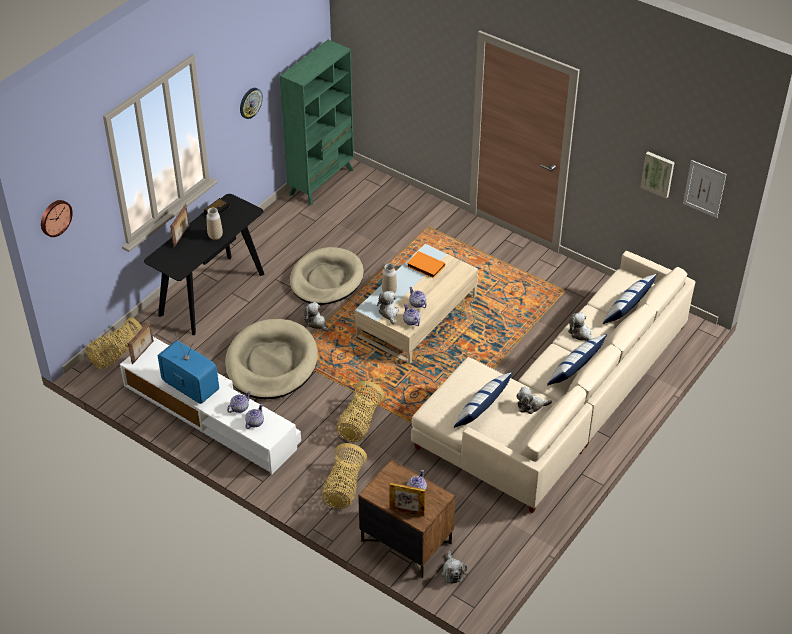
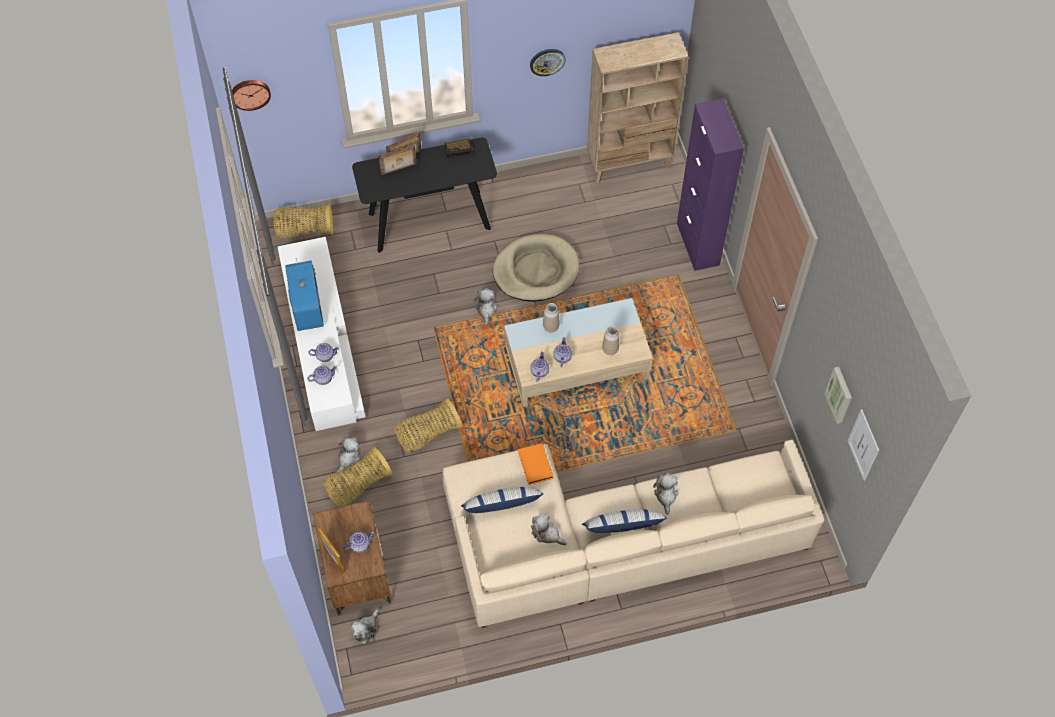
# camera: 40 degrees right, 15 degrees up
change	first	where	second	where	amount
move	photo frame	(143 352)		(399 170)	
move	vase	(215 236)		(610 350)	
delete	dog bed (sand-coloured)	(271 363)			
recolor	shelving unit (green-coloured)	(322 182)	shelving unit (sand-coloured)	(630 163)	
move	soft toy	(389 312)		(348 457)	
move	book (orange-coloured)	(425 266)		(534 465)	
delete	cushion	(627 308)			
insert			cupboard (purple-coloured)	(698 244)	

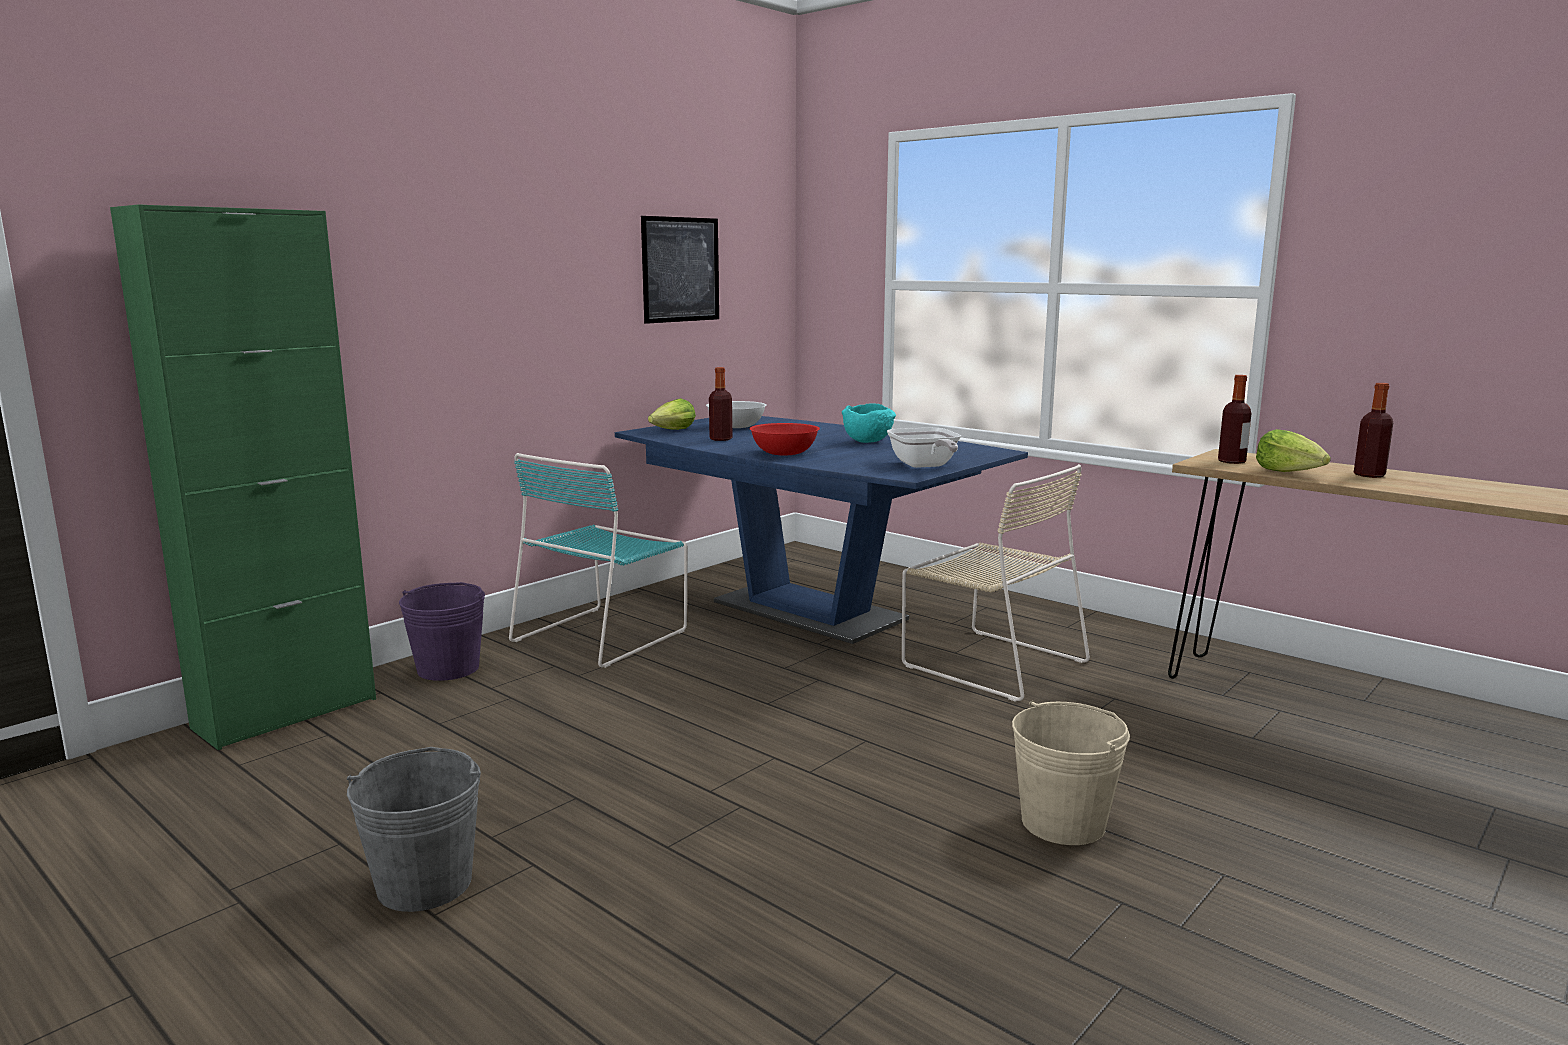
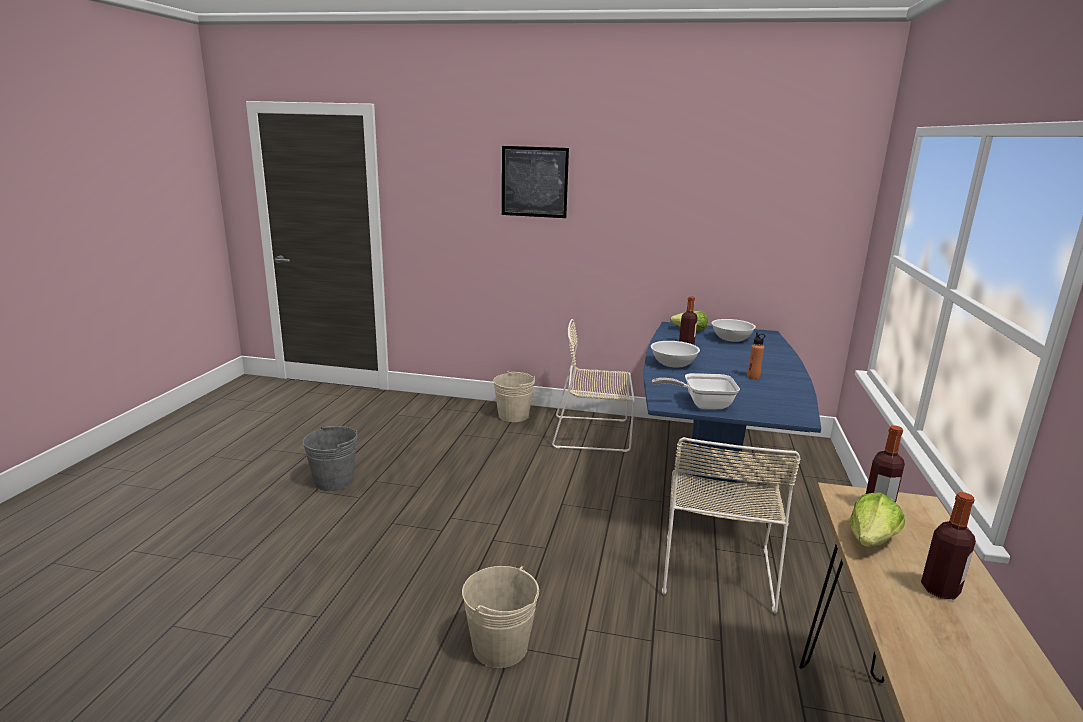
# camera: 60 degrees right, 5 degrees up
change	first	where	second	where	amount
delete	cupboard (green-coloured)	(286 713)			
recolor	bucket (purple-coloured)	(448 669)	bucket (sand-coloured)	(513 415)	
recolor	chair (turquoise-coloured)	(604 634)	chair (sand-coloured)	(594 433)	
move	wall art	(680 269)		(534 182)	
recolor	bowl (red)	(784 453)	bowl (white-coloured)	(673 364)	
replace	bowl (turquoise-coloured)	(868 442)	drink bottle (orange-coloured)	(753 377)	
rotate	skillet	(924 466)		(702 404)	45 degrees clockwise

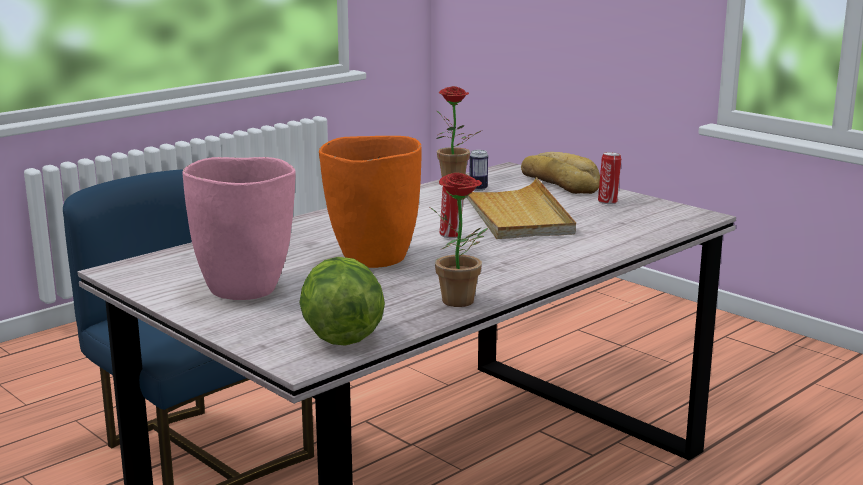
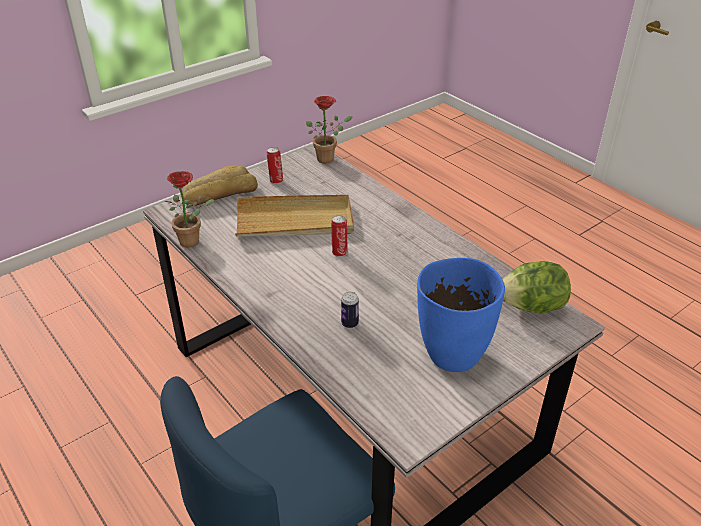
# camera: 85 degrees left, 20 degrees up
change	first	where	second	where	amount
recolor	vase (pink)	(245 289)	vase (blue)	(452 354)	
delete	vase (orange-coloured)	(372 259)			
move	potted plant	(462 303)		(328 158)	
move	sealed can	(478 189)		(350 323)	

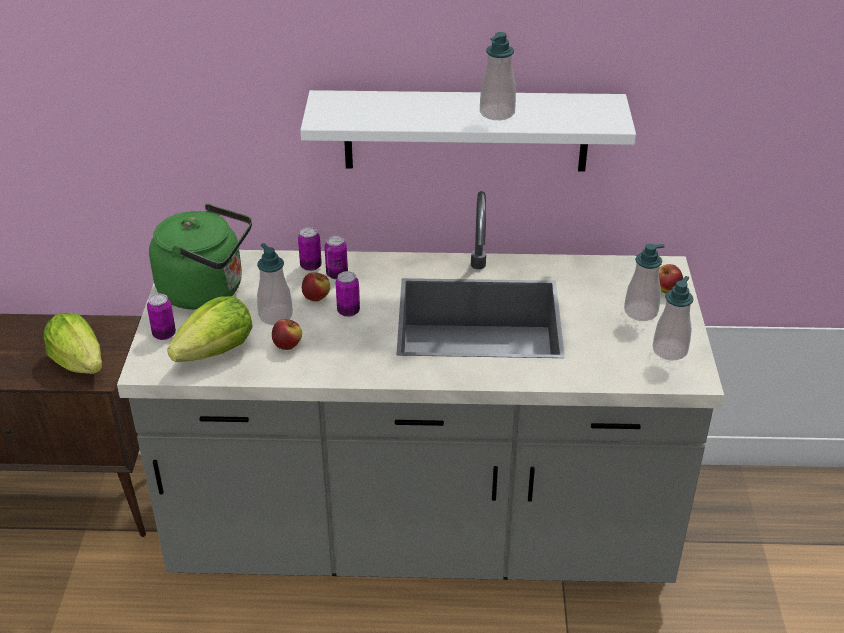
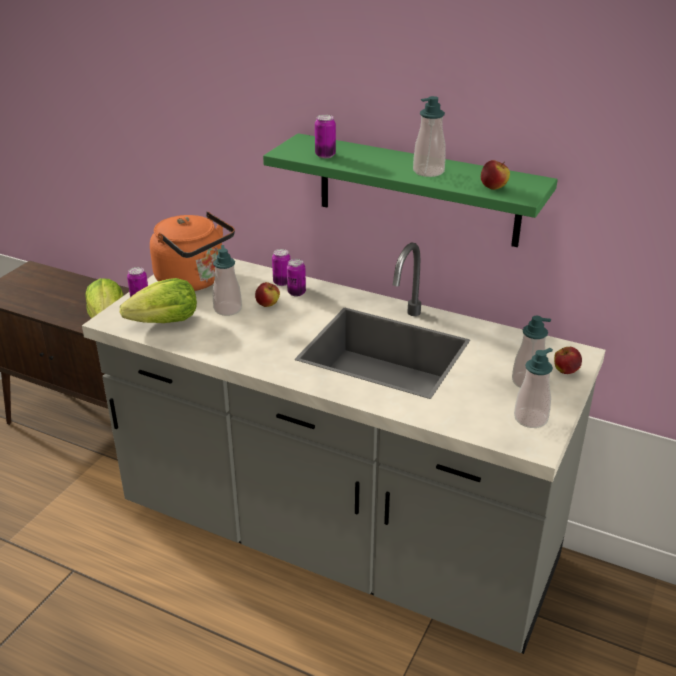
# camera: 25 degrees right, 5 degrees down
change	first	where	second	where	amount
recolor	tea kettle (green-coloured)	(207 290)	tea kettle (orange-coloured)	(194 281)	
move	apple fruit	(288 345)		(493 188)	
recolor	wall shelf (white-coloured)	(466 131)	wall shelf (green-coloured)	(417 190)	
move	sealed can	(348 311)		(325 155)	

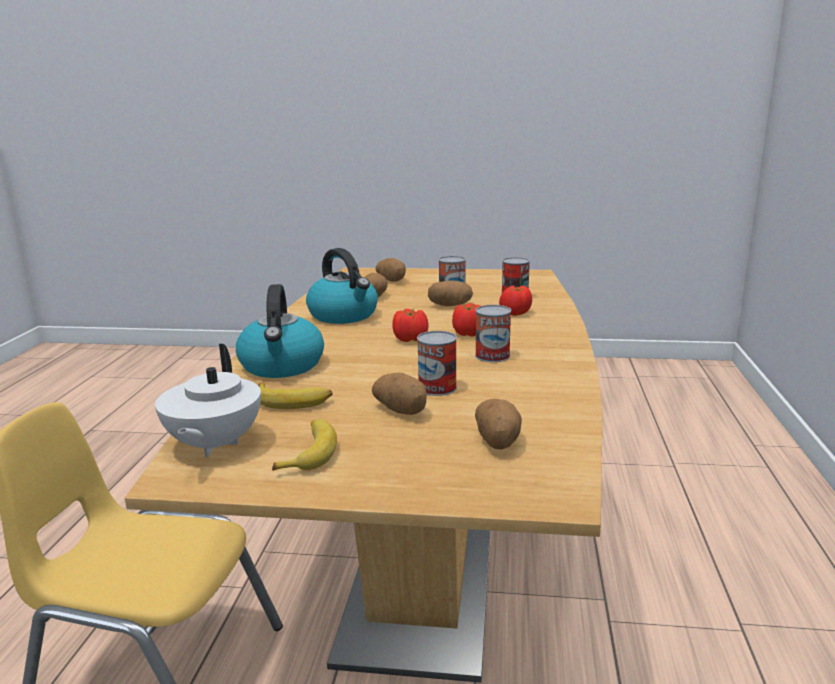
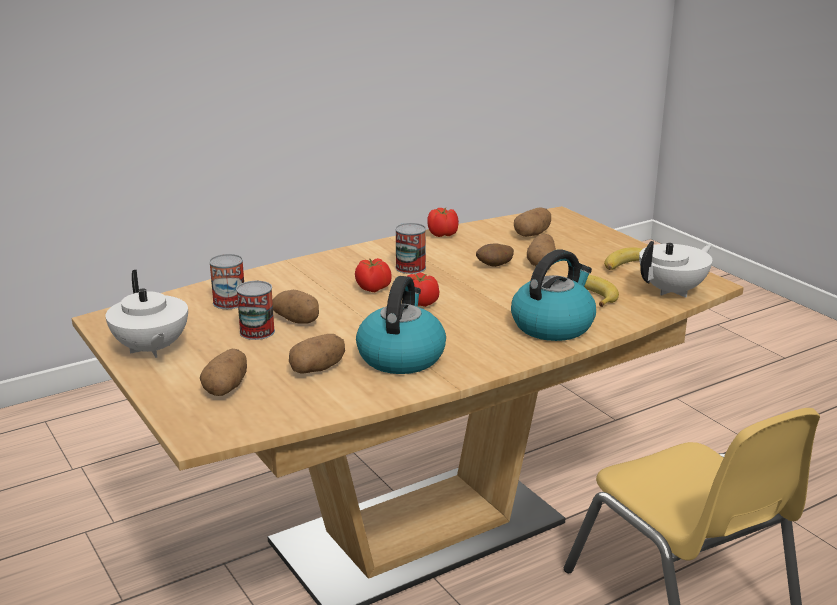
# camera: 130 degrees left, 5 degrees up
change	first	where	second	where	amount
replace	sealed can	(437 388)	whole potato	(494 266)	
move	whole tomato	(515 313)		(443 234)	
insert			teapot (white-coloured)	(151 349)	

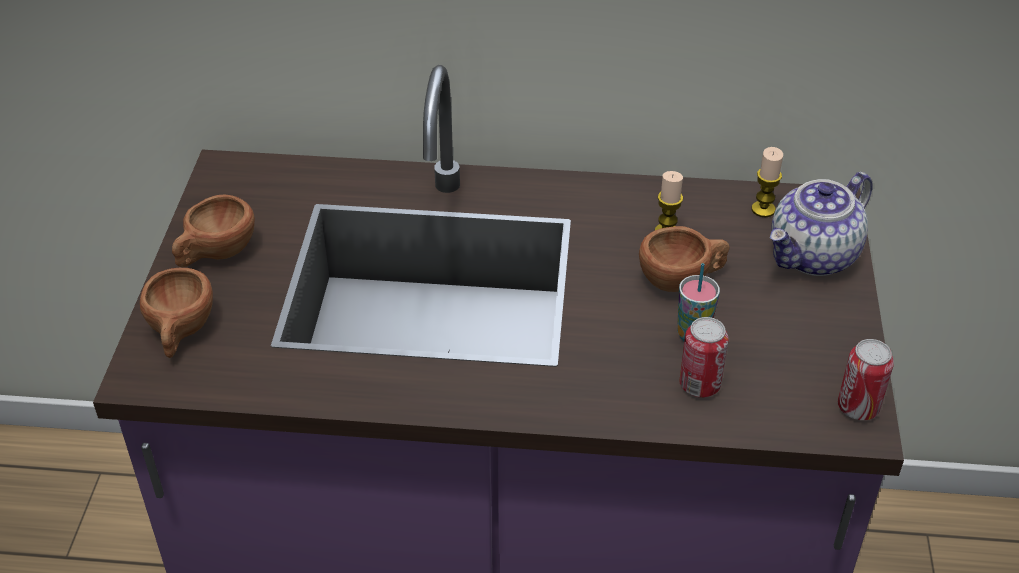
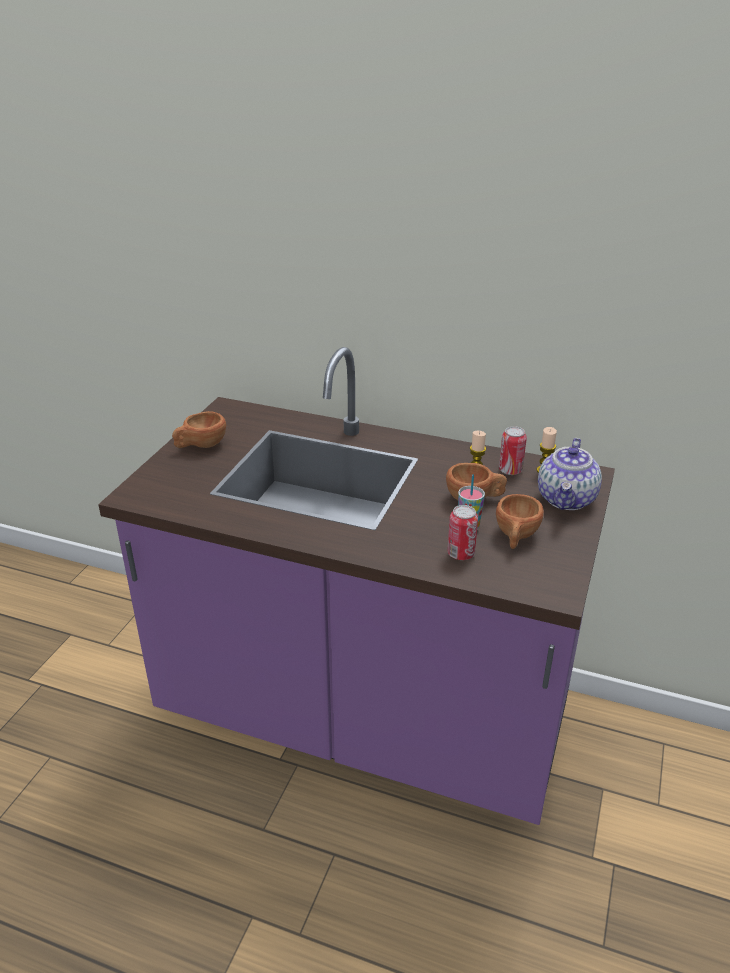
# camera: 15 degrees right, 10 degrees down
change	first	where	second	where	amount
move	cup (brown)	(181 333)		(516 537)	
rotate	teapot	(813 256)		(567 499)	45 degrees counterclockwise
move	sealed can	(858 407)		(510 470)	

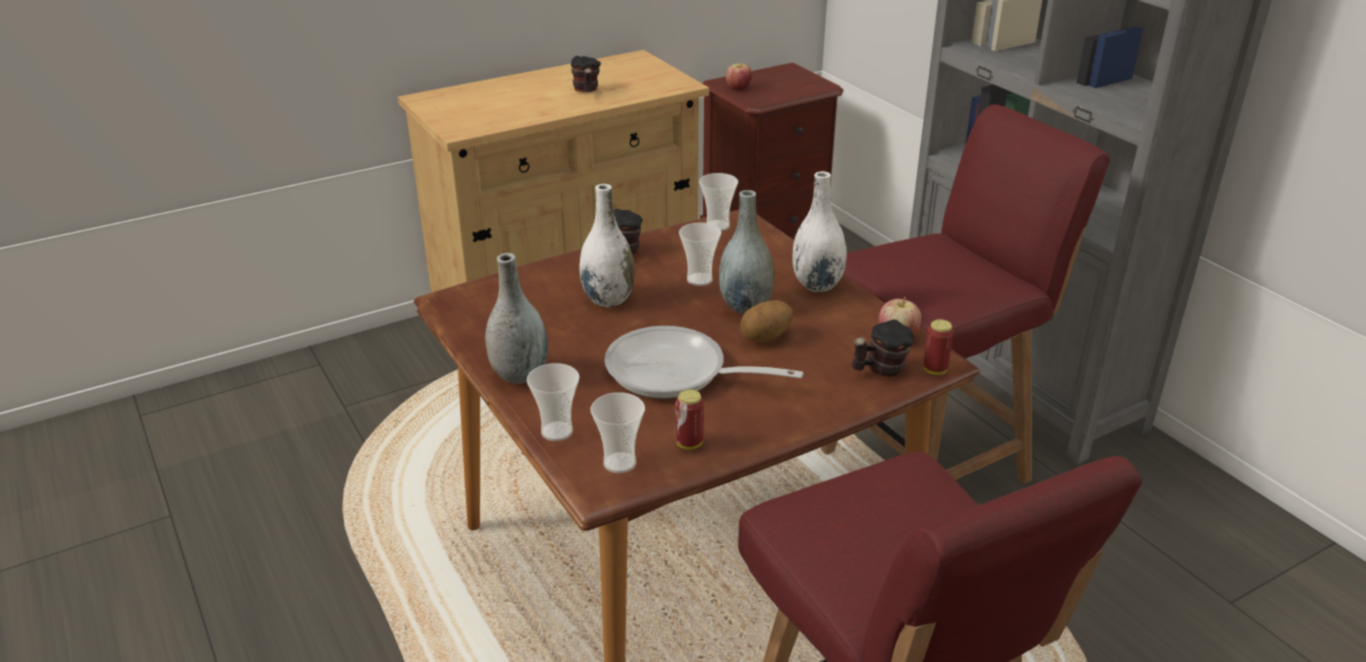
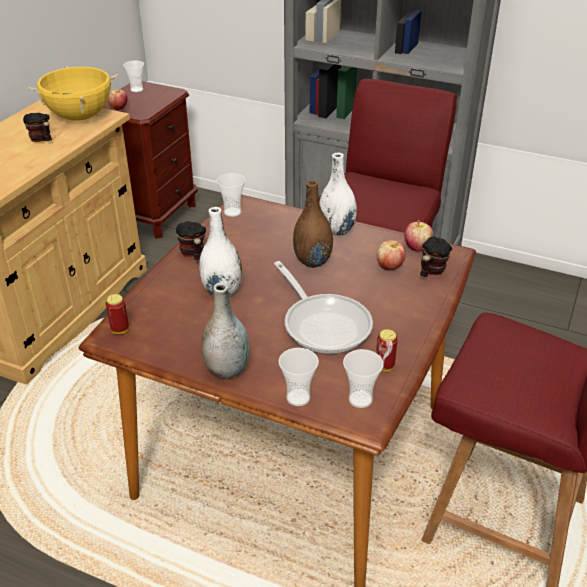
# camera: 35 degrees left, 5 degrees up
change	first	where	second	where	amount
rotate	skillet	(676 373)		(323 323)	105 degrees counterclockwise
move	cup	(699 279)		(136 89)	
recolor	vase (gray)	(745 306)	vase (brown)	(312 261)	
delete	whole potato	(766 338)			
move	sealed can	(935 370)		(120 330)	
insert			stockpot (yellow)	(80 117)	
insert			apple fruit	(389 267)	

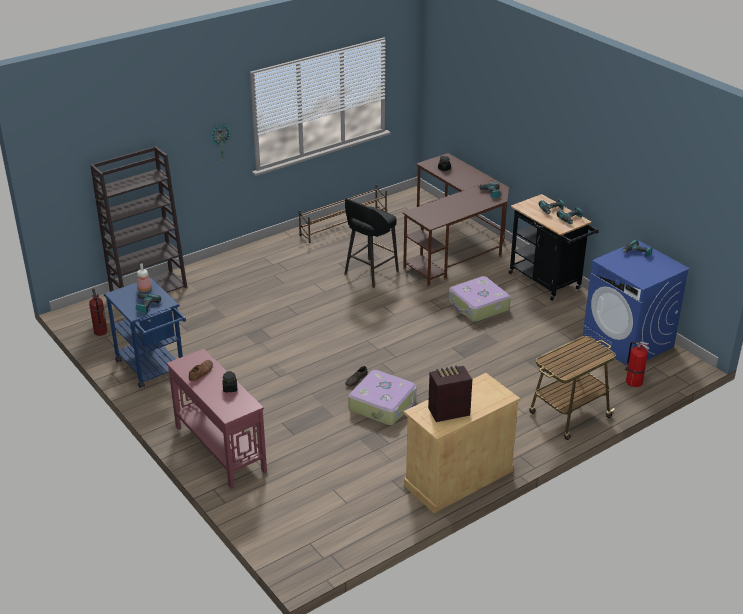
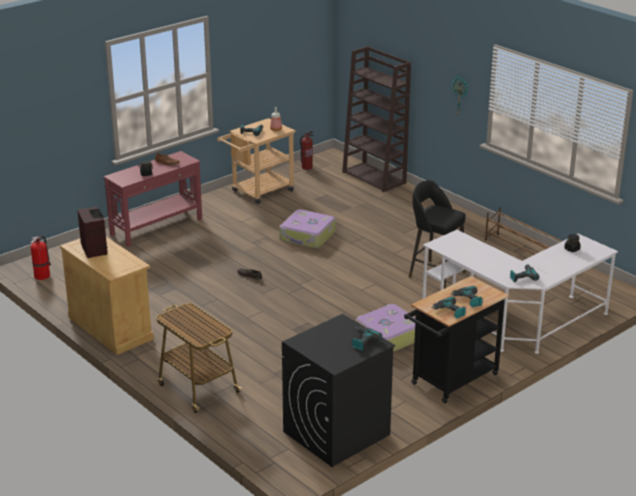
# camera: 85 degrees right, 5 degrees down
change	first	where	second	where	amount
recolor	trolley (blue)	(153 369)	trolley (sand-coloured)	(258 192)	
move	travel case	(383 405)		(307 236)	
recolor	desk table (brown)	(455 245)	desk table (white-coloured)	(515 321)	
recolor	laundry machine (blue)	(628 342)	laundry machine (black-coloured)	(336 433)	
move	extinguisher	(633 381)		(42 275)	

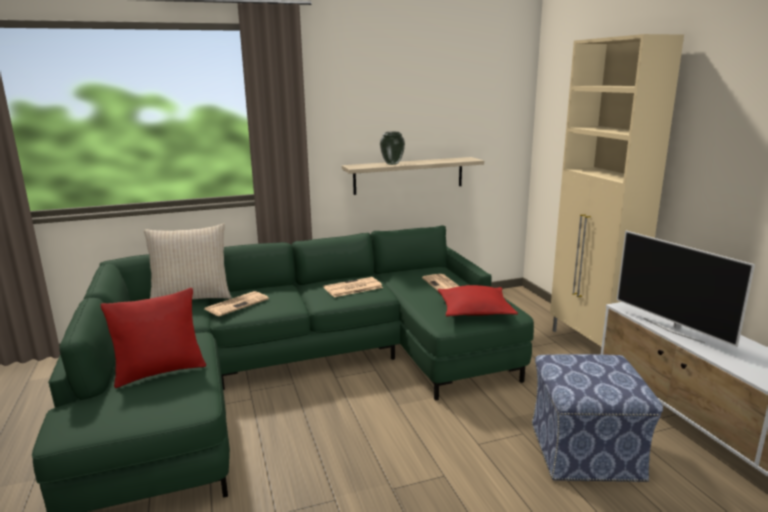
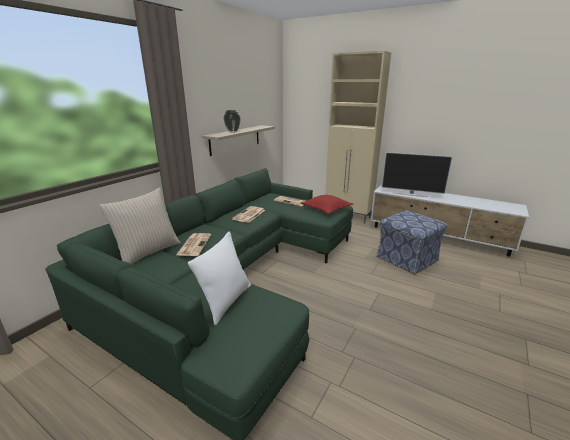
# camera: 40 degrees left, 5 degrees up
change	first	where	second	where	amount
recolor	cushion (red)	(160 371)	cushion (white-coloured)	(226 301)	

